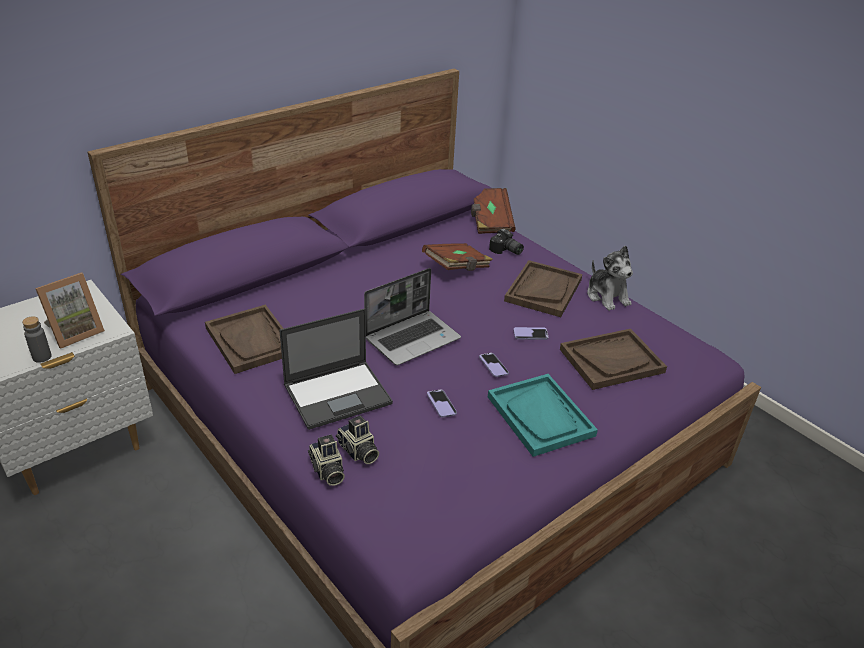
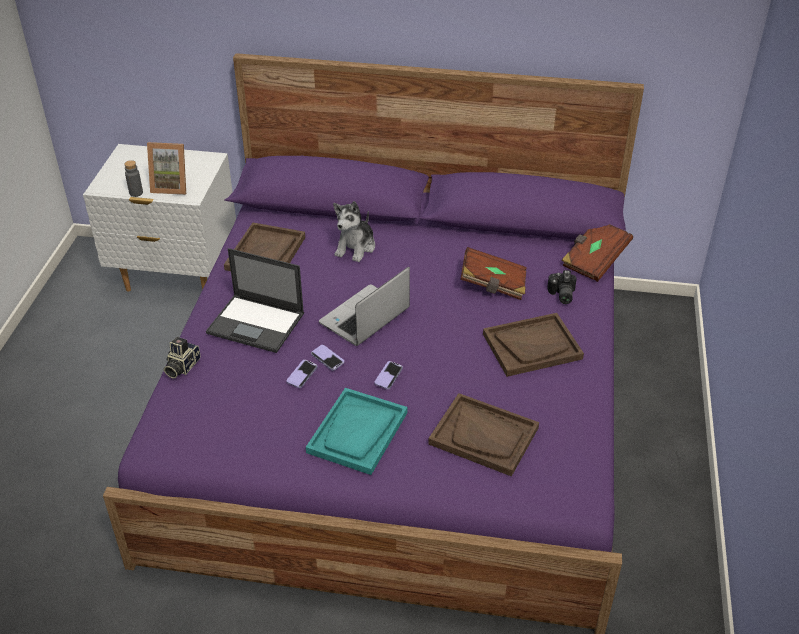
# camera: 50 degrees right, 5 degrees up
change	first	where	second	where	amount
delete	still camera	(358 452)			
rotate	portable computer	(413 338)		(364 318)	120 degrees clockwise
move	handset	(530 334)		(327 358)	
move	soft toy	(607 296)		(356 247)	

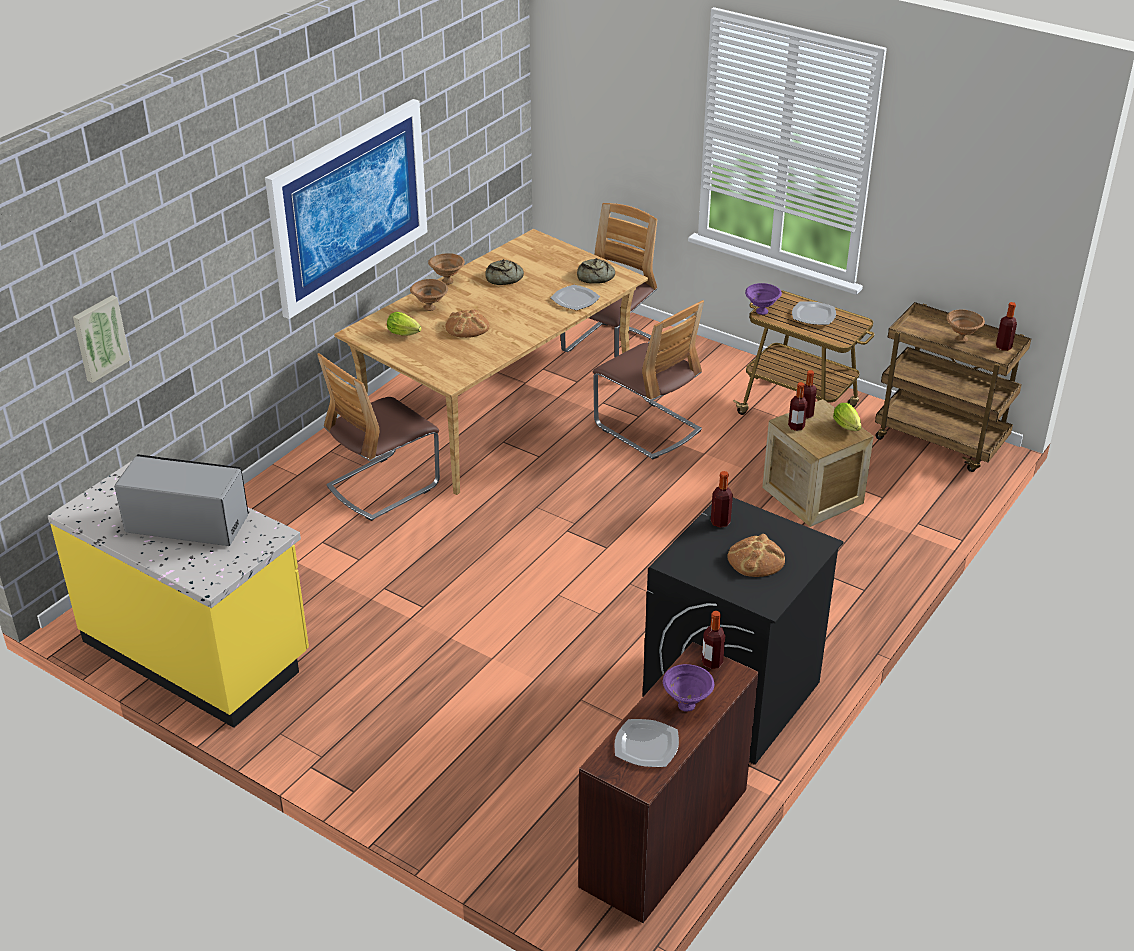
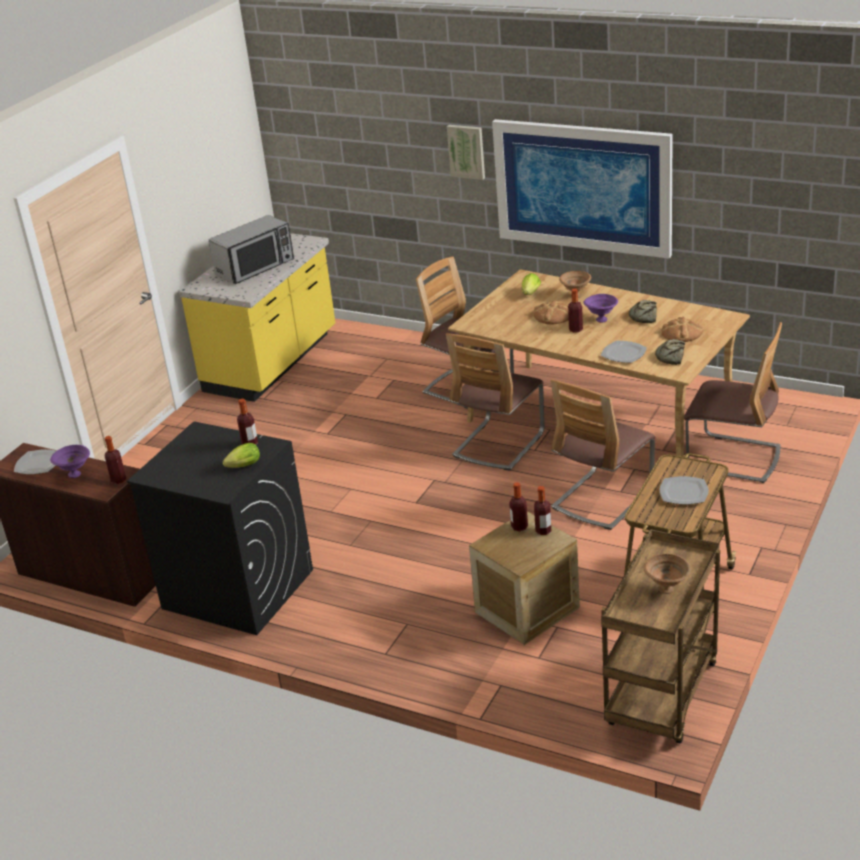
# camera: 85 degrees right, 5 degrees down
change	first	where	second	where	amount
move	wall art	(99 338)		(467 151)	
rotate	microwave	(187 523)		(255 267)	45 degrees clockwise
delete	bowl (brown)	(446 281)			
move	bakery bread	(756 559)		(681 333)	
move	bowl (purple-coloured)	(761 312)		(600 320)	
move	lettuce head	(848 427)		(242 467)	
move	drink bottle	(1003 347)		(575 329)	
insert			chair	(499 444)	

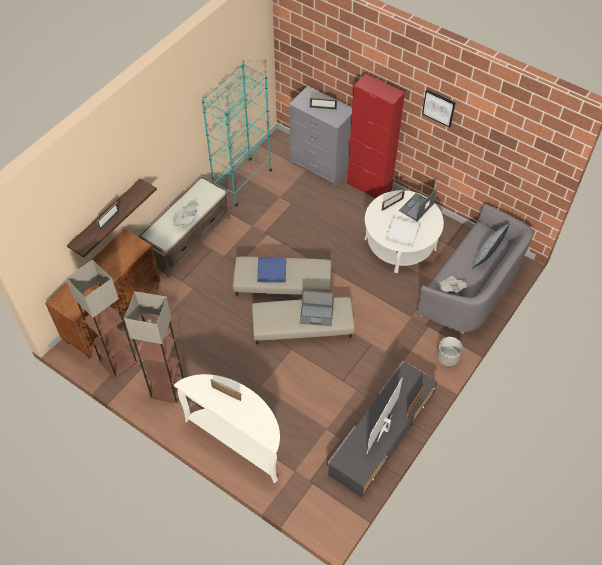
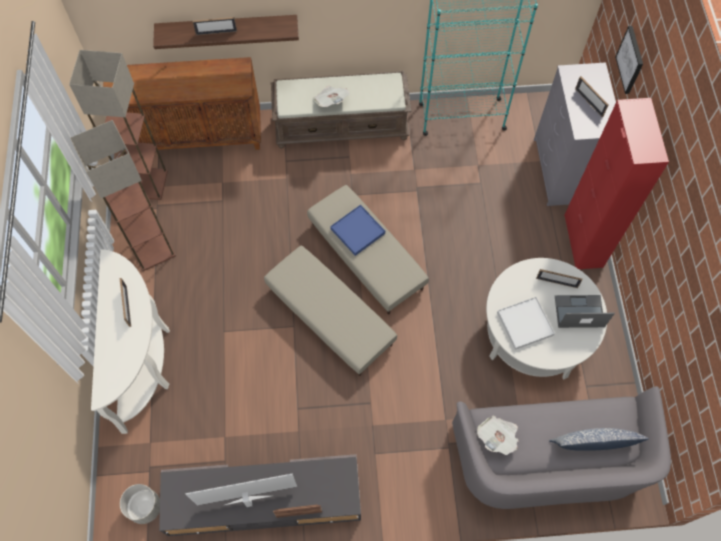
# camera: 50 degrees right, 10 degrees up
change	first	where	second	where	amount
delete	portable computer	(317 314)			
move	wall art	(439 107)		(630 60)	
move	plant pot (gray)	(447 358)		(144 507)	

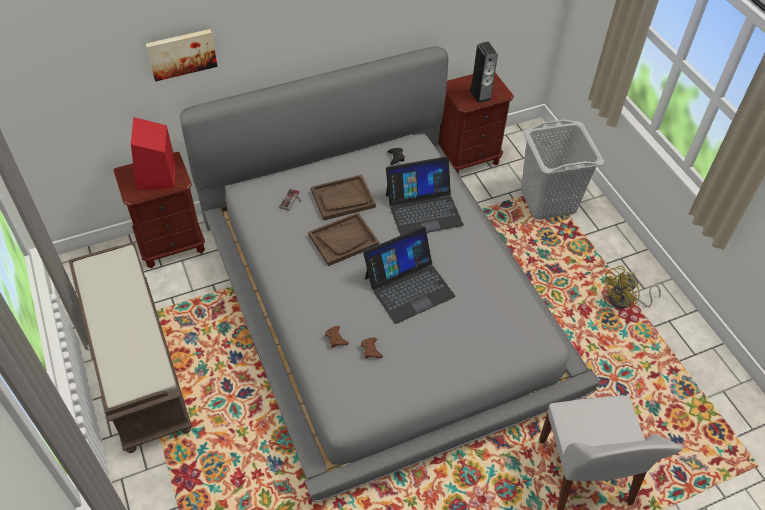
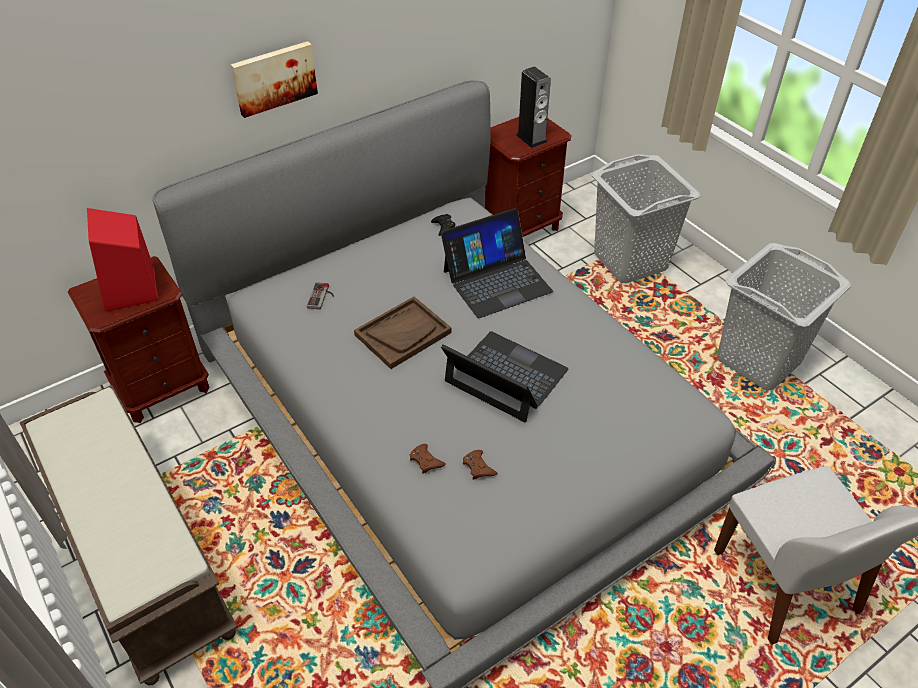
# camera: 10 degrees left, 5 degrees down
change	first	where	second	where	amount
move	wall art	(181 53)		(274 78)	
delete	serving tray (brown)	(343 199)			
rotate	portable computer	(409 286)		(505 376)	105 degrees counterclockwise
replace	electric fan (yellow)	(624 301)	hamper (gray)	(759 360)	

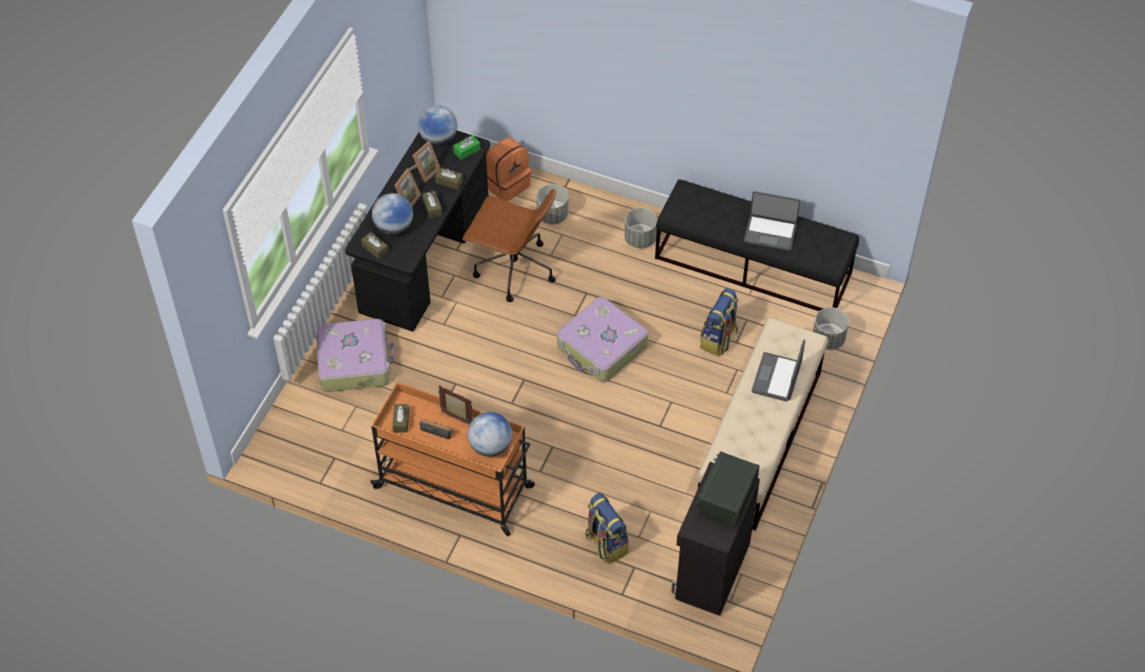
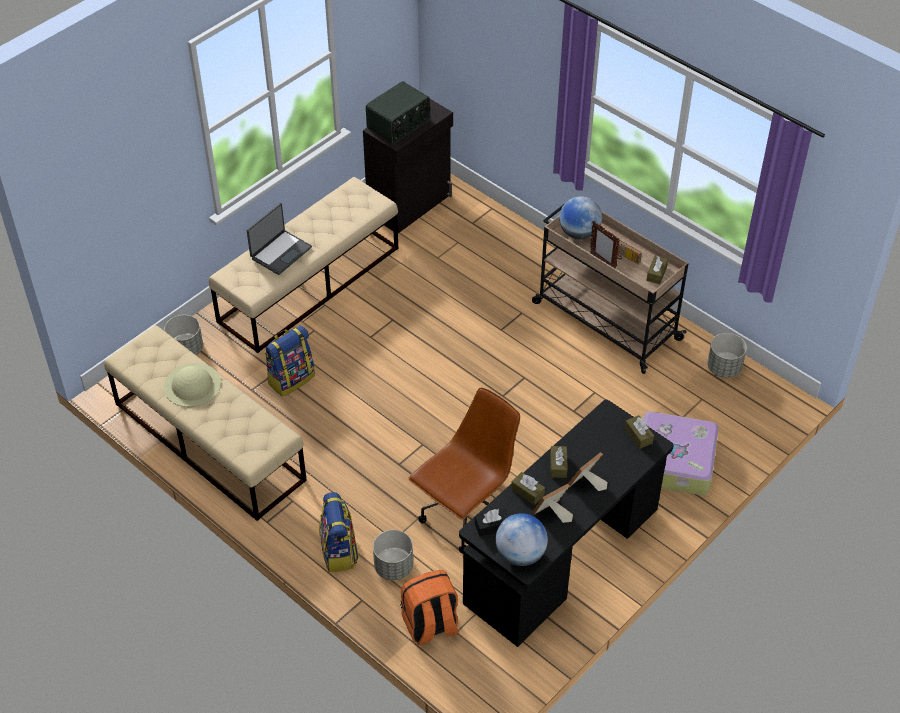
# camera: 160 degrees left, 5 degrees down
change	first	where	second	where	amount
recolor	trolley (orange-coloured)	(456 488)	trolley (sand-coloured)	(604 320)	
delete	desk globe	(394 227)			
recolor	tissue holder (green-coloured)	(467 151)	tissue holder (black-coloured)	(491 526)	
rotate	desk chair (brown)	(513 269)		(467 514)	90 degrees clockwise
delete	travel case	(602 348)			
move	backpack	(605 543)		(339 552)	
move	plant pot (gray)	(639 239)		(724 368)	
recolor	indoor bench (black-coloured)	(753 266)	indoor bench (sand-coloured)	(208 441)	
replace	portable computer	(770 232)	hat (sand-coloured)	(192 385)	

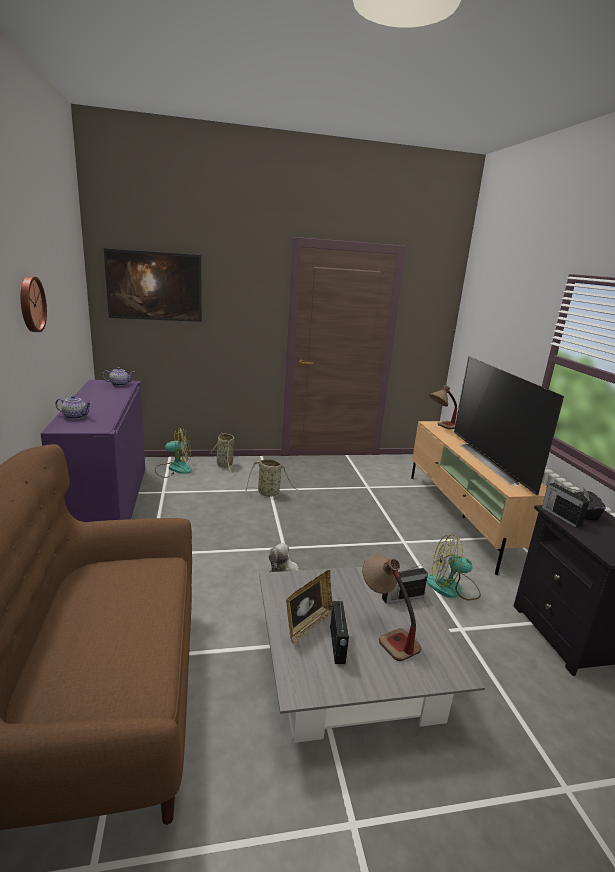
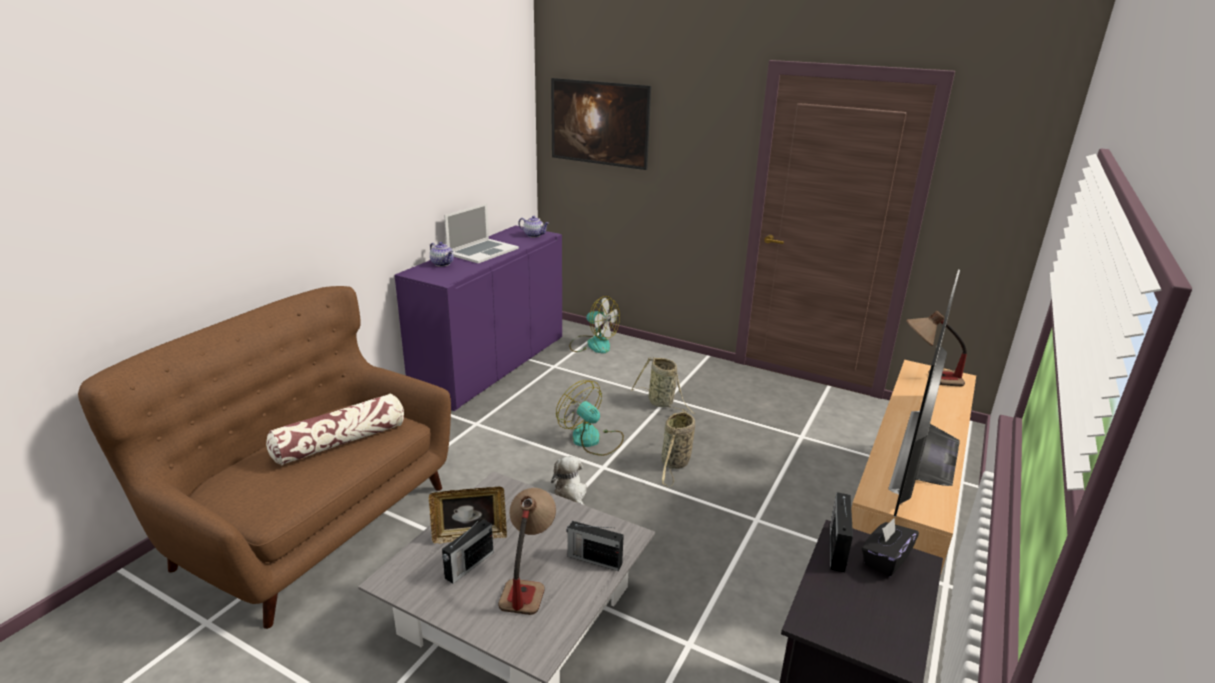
# camera: 40 degrees right, 5 degrees up
change	first	where	second	where	amount
delete	hanging clock	(30 304)			
move	basket	(225 465)		(675 464)	
move	electric fan	(452 588)		(592 440)	
insert			cushion	(341 442)	
insert			portable computer	(482 251)	

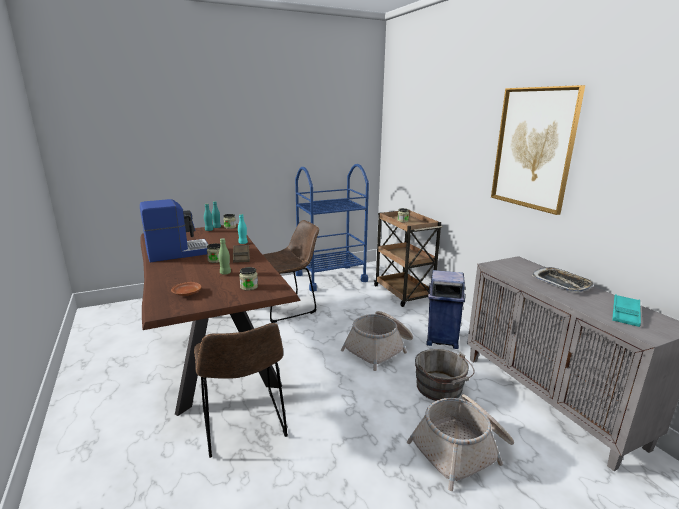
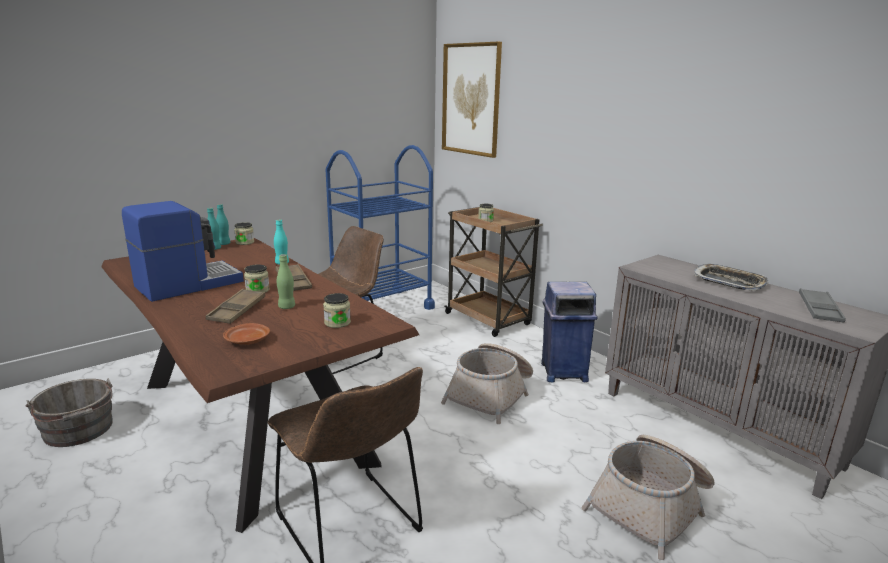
# camera: 15 degrees left, 0 degrees up
change	first	where	second	where	amount
move	bucket (gray)	(441 389)		(79 431)	
move	wall art	(533 148)		(471 99)	
recolor	serving tray (turquoise-coloured)	(625 314)	serving tray (gray)	(819 310)	
insert			serving tray (brown)	(237 310)	

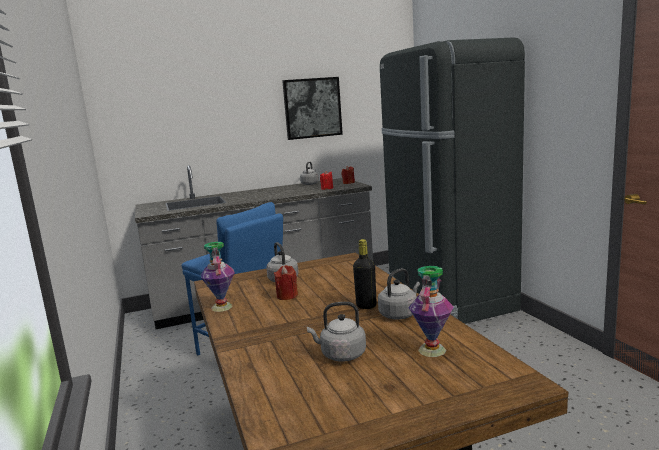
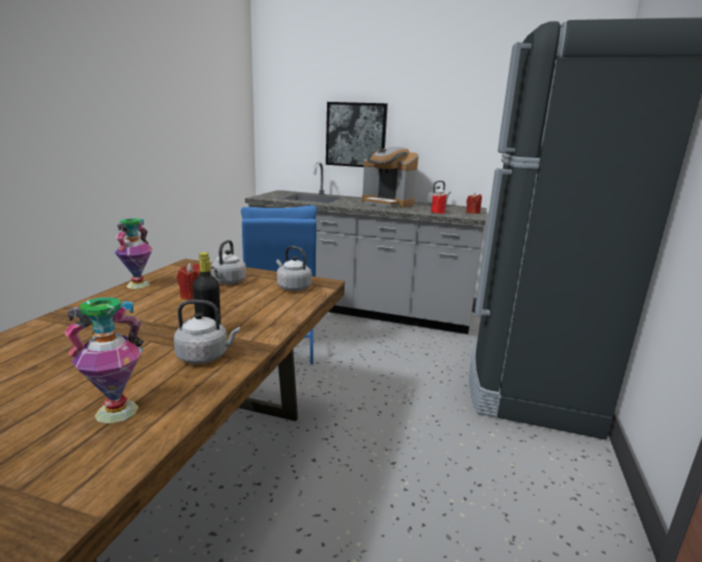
# camera: 35 degrees right, 5 degrees up
change	first	where	second	where	amount
move	wall art	(312 108)		(356 135)	
move	tea kettle (gray)	(341 355)		(292 287)	
insert			coffee machine	(387 203)	

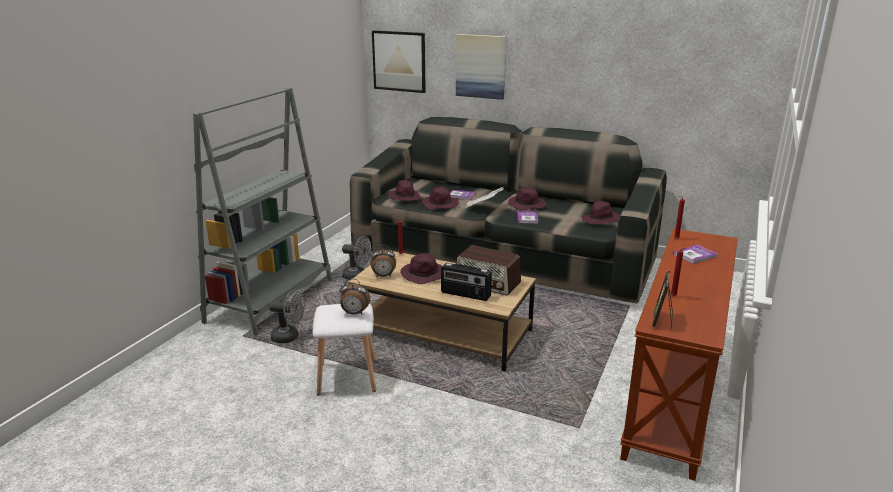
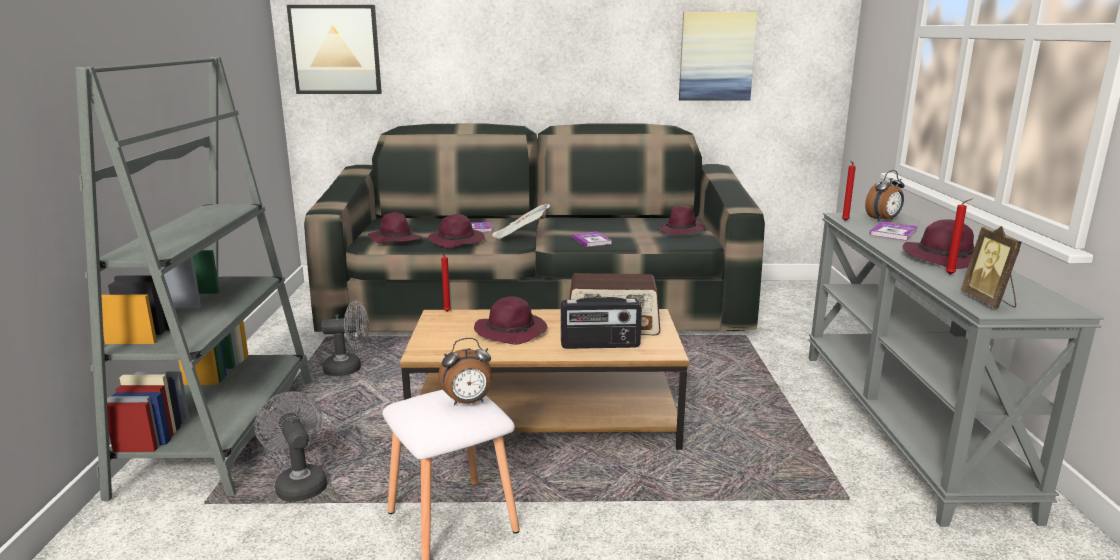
# camera: 25 degrees left, 5 degrees down
change	first	where	second	where	amount
rotate	electric fan (gray)	(289 337)		(299 484)	105 degrees counterclockwise
move	alarm clock	(383 276)		(883 220)	
move	wall art	(481 66)		(716 56)	
move	hat (purple-coloured)	(527 205)		(945 258)	
recolor	hall table (brown)	(675 395)	hall table (gray)	(905 425)	

